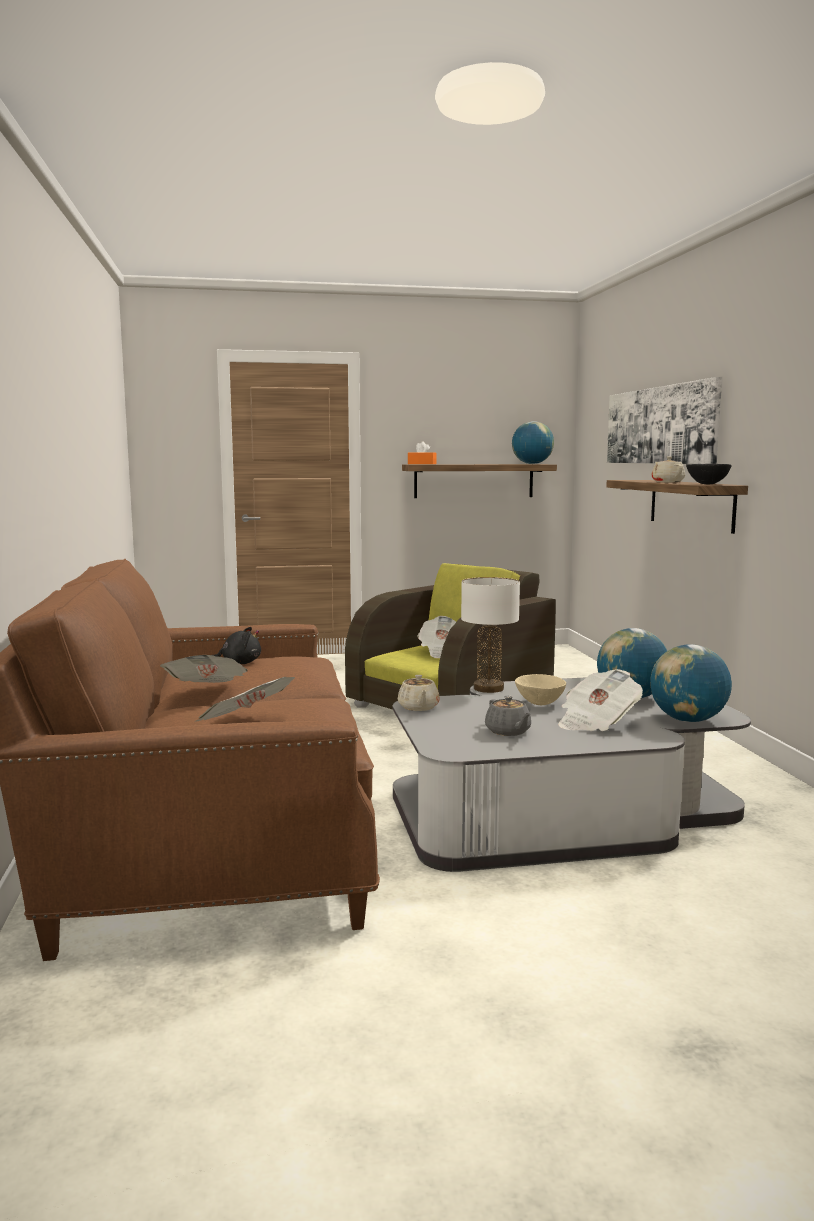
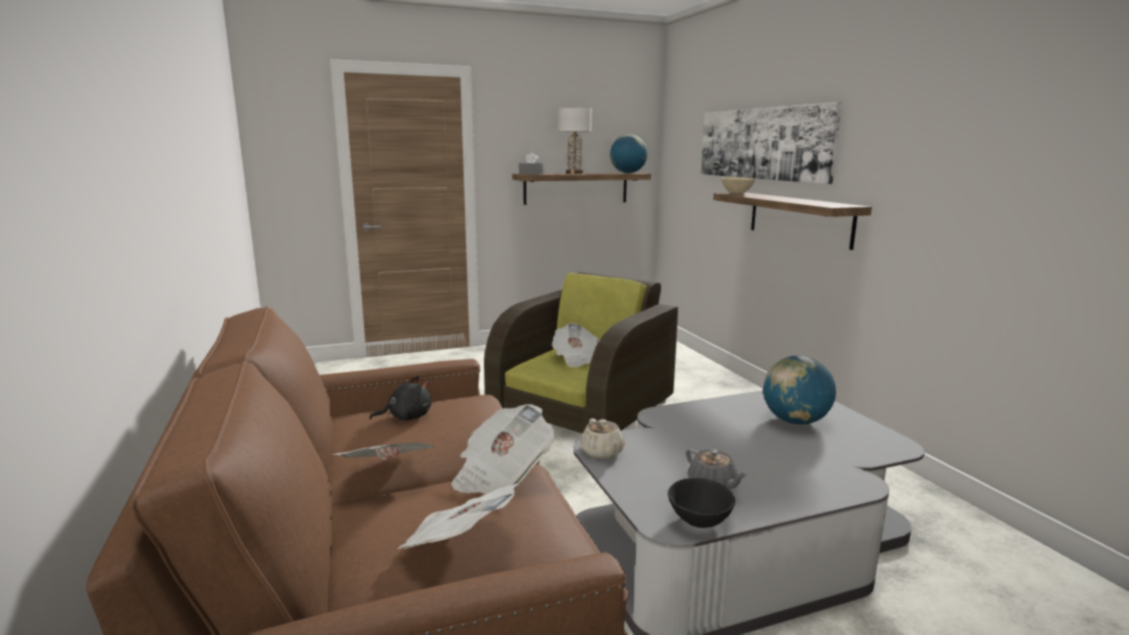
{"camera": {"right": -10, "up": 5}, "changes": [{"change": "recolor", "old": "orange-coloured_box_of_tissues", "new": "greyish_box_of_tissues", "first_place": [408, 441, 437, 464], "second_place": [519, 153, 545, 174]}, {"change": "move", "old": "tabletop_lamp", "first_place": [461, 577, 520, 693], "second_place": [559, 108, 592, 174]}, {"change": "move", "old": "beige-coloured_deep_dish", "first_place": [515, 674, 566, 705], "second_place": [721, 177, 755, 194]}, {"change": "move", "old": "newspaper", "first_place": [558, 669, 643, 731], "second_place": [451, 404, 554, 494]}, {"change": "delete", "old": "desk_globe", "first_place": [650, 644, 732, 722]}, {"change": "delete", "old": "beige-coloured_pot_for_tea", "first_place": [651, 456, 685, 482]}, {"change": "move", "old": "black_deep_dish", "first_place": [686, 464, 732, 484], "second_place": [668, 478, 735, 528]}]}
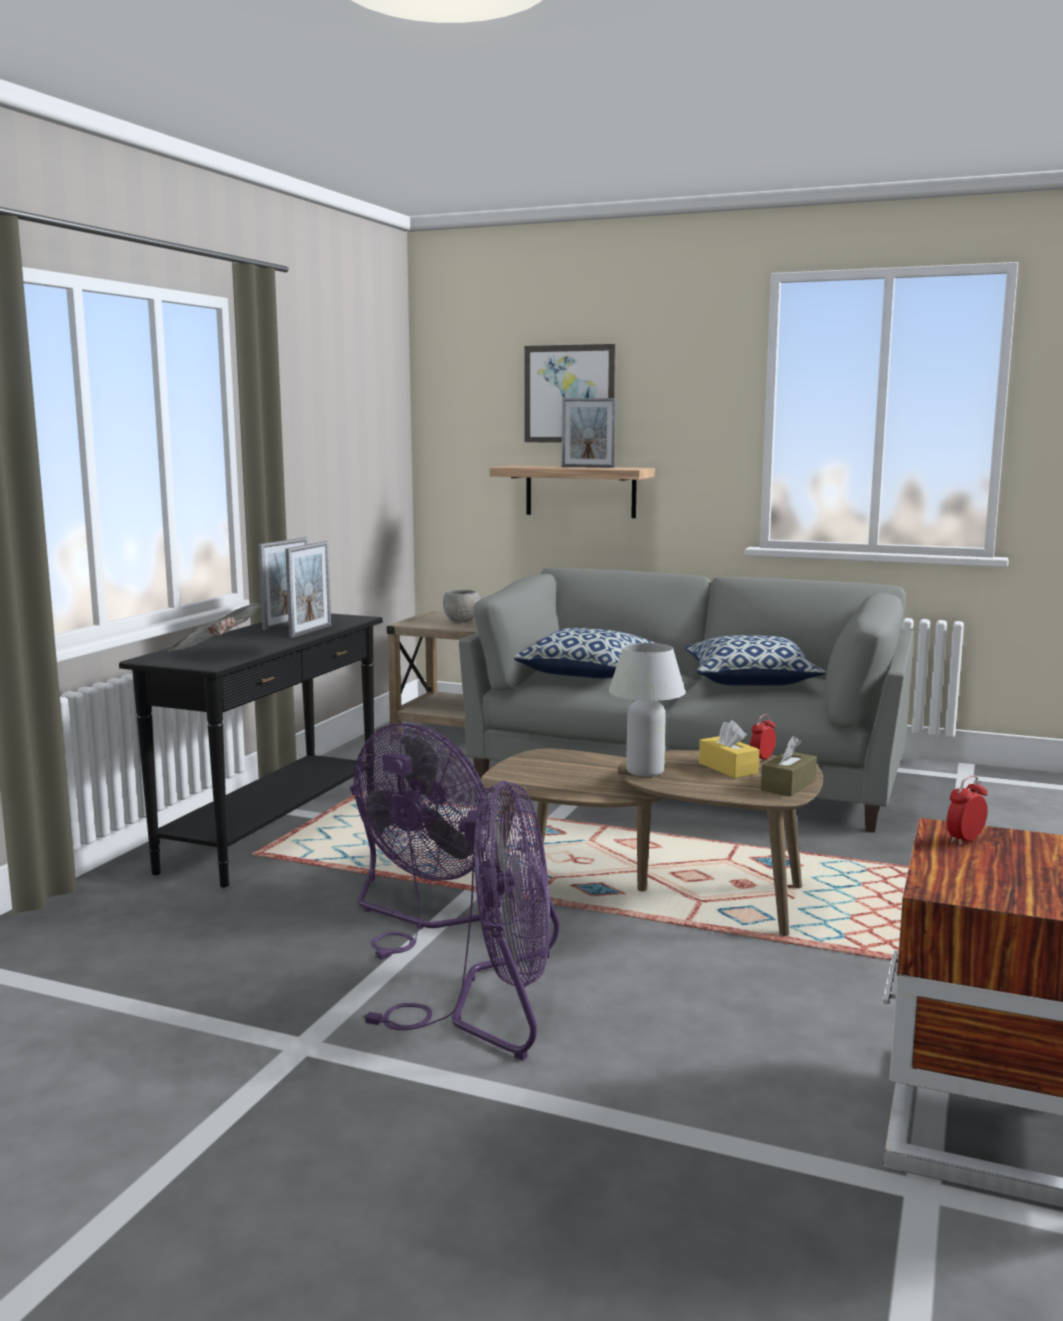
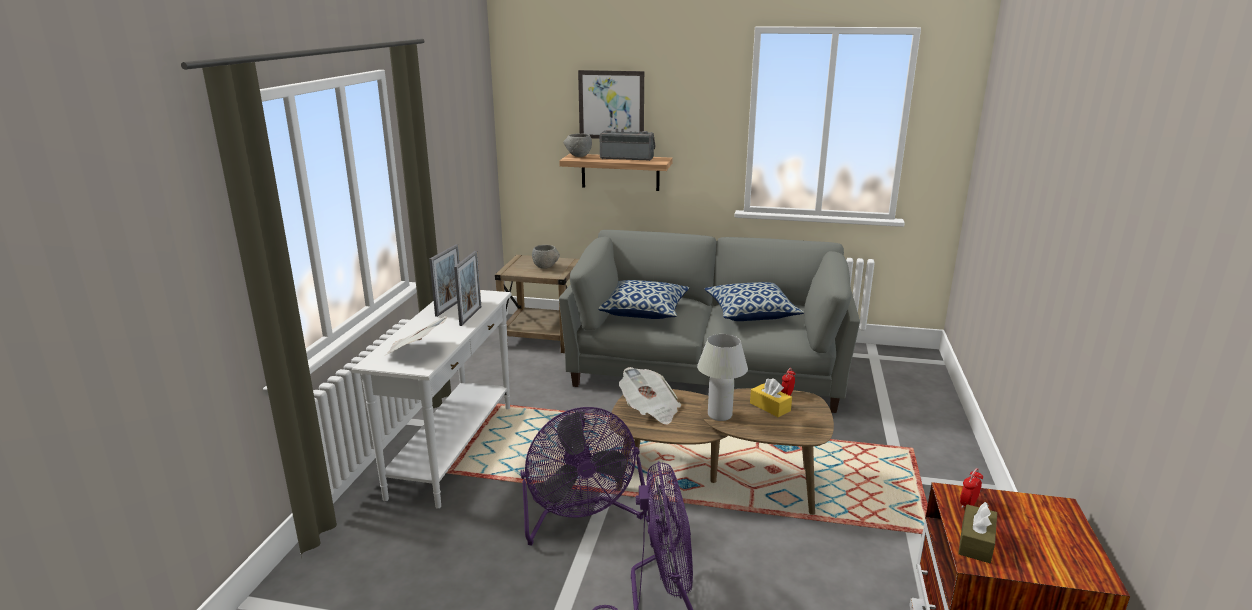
{"camera": {"right": -10, "up": 10}, "changes": [{"change": "recolor", "old": "black_narrow_table", "new": "white-coloured_narrow_table", "first_place": [119, 613, 383, 889], "second_place": [351, 290, 512, 509]}, {"change": "rotate", "old": "purple-coloured_fan", "first_place": [350, 723, 511, 960], "second_place": [520, 407, 647, 545], "degrees": 135}, {"change": "replace", "old": "picture_frame", "new": "radio_receiver", "first_place": [562, 398, 616, 468], "second_place": [599, 128, 655, 161]}, {"change": "move", "old": "brown_box_of_tissues", "first_place": [761, 736, 817, 796], "second_place": [958, 502, 997, 563]}, {"change": "insert", "new": "greyish_deep_dish", "second_place": [564, 133, 592, 157]}, {"change": "insert", "new": "newspaper", "second_place": [619, 367, 681, 424]}]}
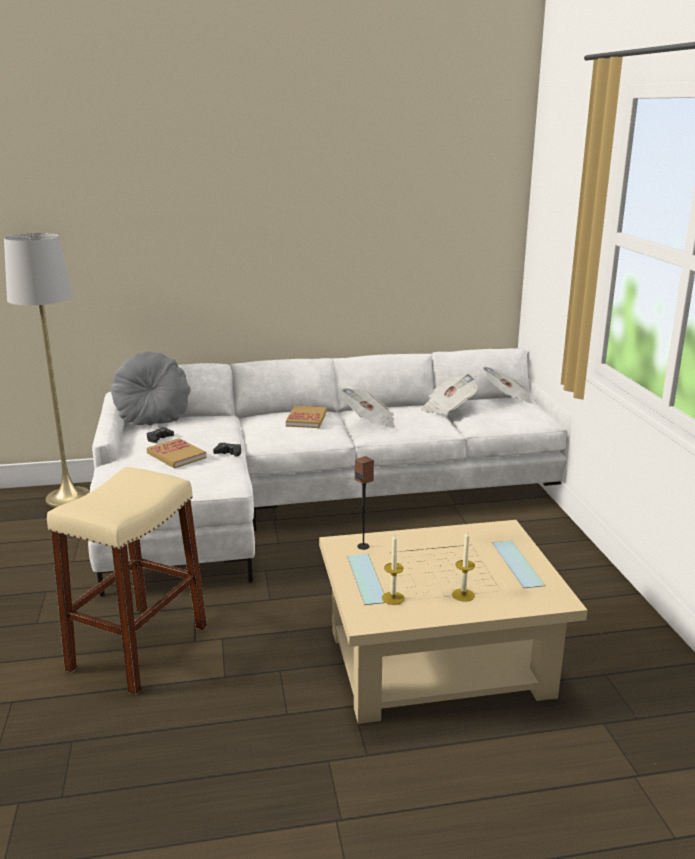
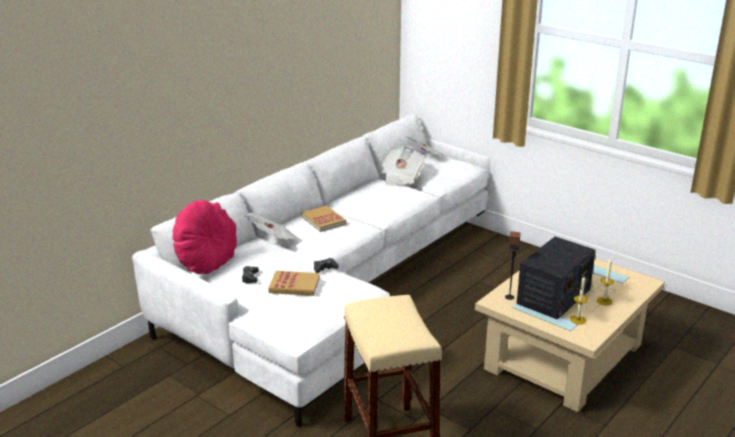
{"camera": {"right": -40, "up": 5}, "changes": [{"change": "delete", "old": "greyish_standing_lamp", "first_place": [4, 233, 90, 507]}, {"change": "recolor", "old": "greyish_throw_pillow", "new": "pink_throw_pillow", "first_place": [111, 352, 190, 426], "second_place": [173, 200, 237, 274]}, {"change": "move", "old": "newspaper", "first_place": [342, 388, 395, 428], "second_place": [244, 213, 300, 240]}, {"change": "insert", "new": "radio_receiver", "second_place": [517, 237, 596, 320]}]}
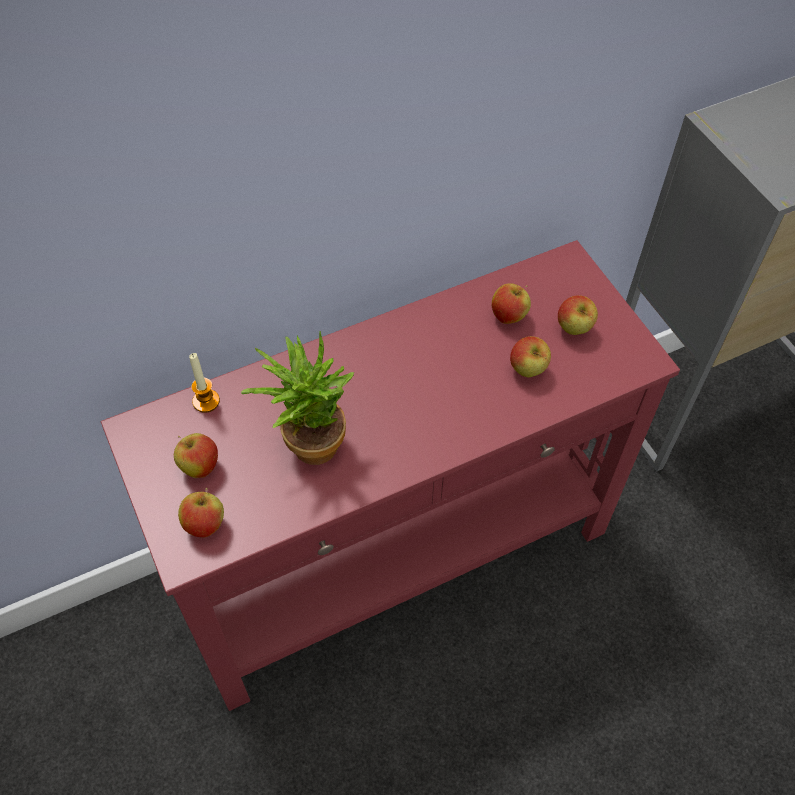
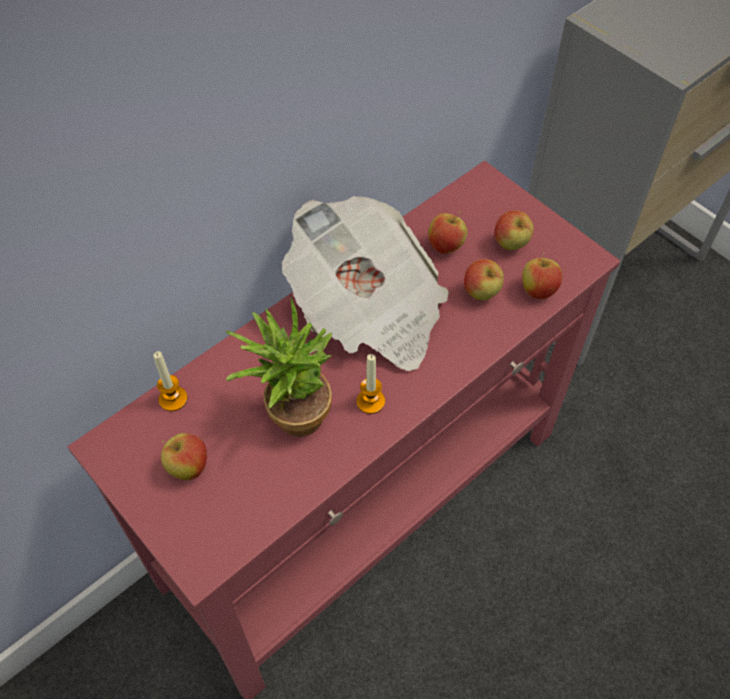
{"camera": {"right": -15, "up": 0}, "changes": [{"change": "move", "old": "whole_apple", "first_place": [178, 488, 224, 537], "second_place": [522, 252, 563, 299]}, {"change": "insert", "new": "newspaper", "second_place": [282, 196, 449, 371]}, {"change": "insert", "new": "wax_candle", "second_place": [357, 354, 385, 414]}]}
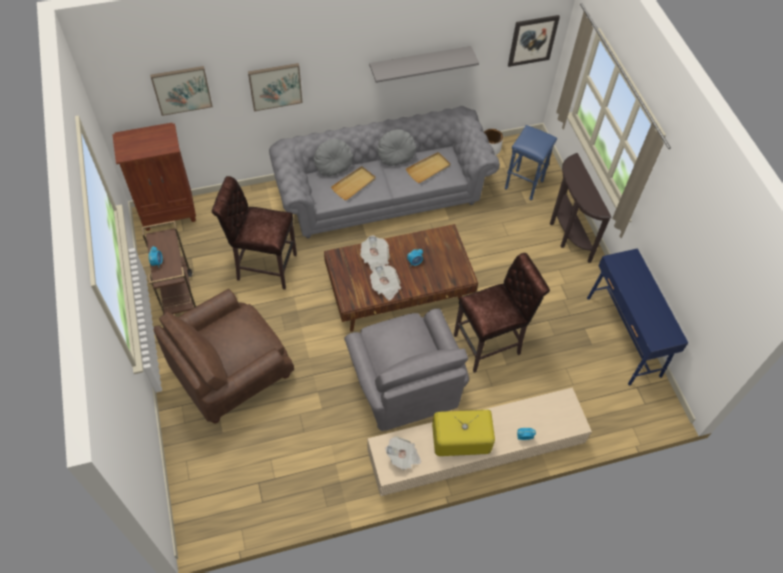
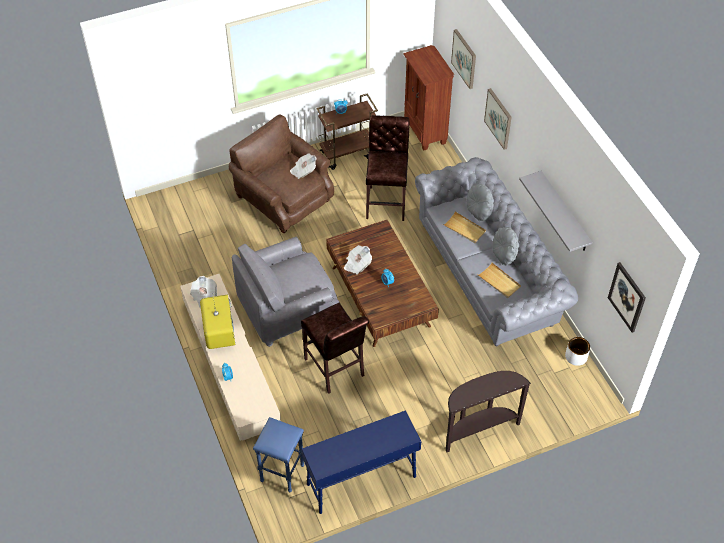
{"camera": {"right": 85, "up": -5}, "changes": [{"change": "move", "old": "newspaper", "first_place": [360, 235, 389, 272], "second_place": [290, 154, 317, 179]}, {"change": "move", "old": "bluish_sitting_stool", "first_place": [505, 125, 557, 200], "second_place": [253, 417, 304, 492]}]}
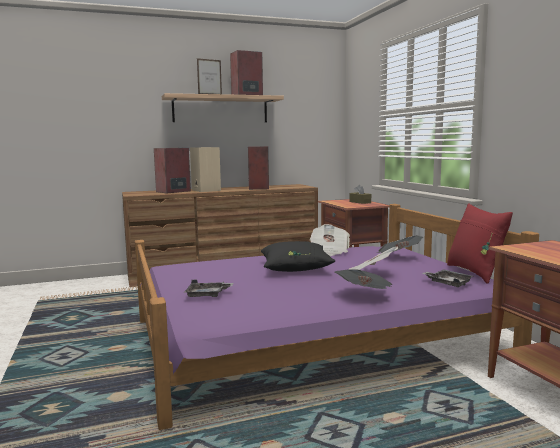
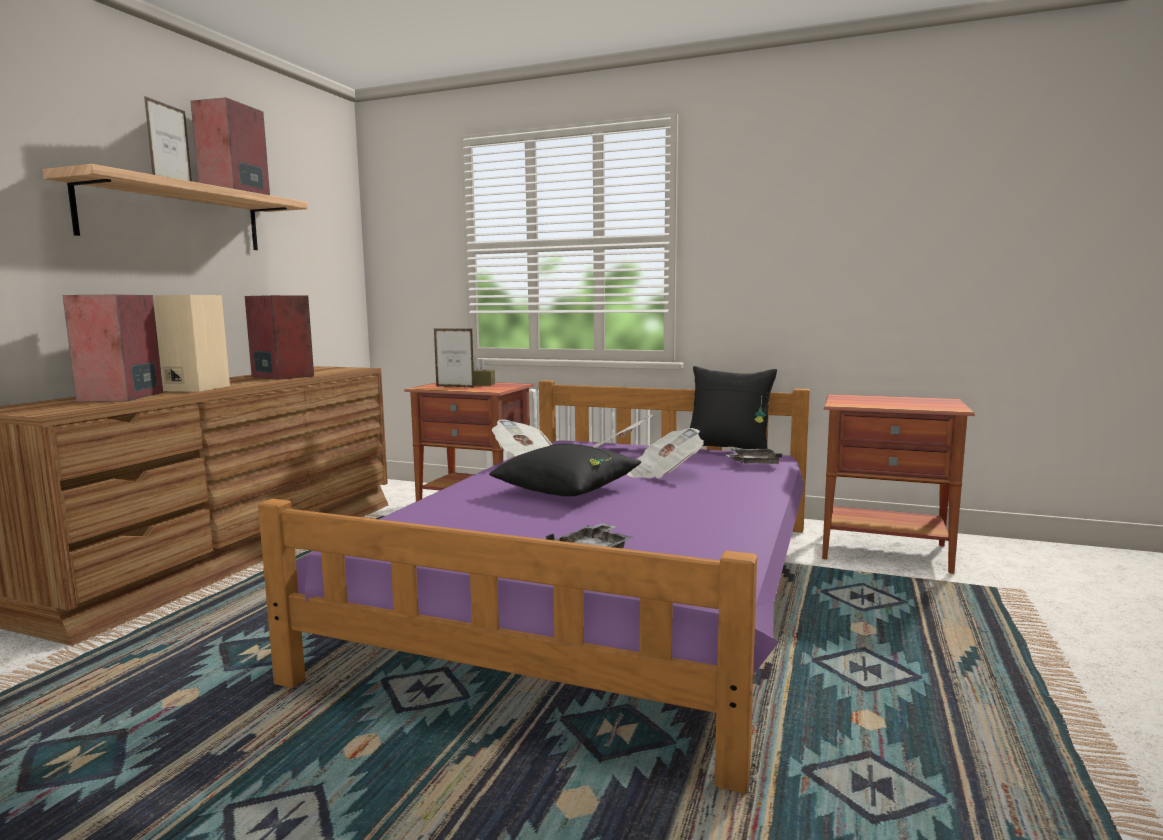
{"camera": {"right": -50, "up": 0}, "changes": [{"change": "delete", "old": "newspaper", "first_place": [335, 269, 392, 289]}, {"change": "recolor", "old": "reddish_throw_pillow", "new": "black_throw_pillow", "first_place": [447, 203, 513, 284], "second_place": [690, 366, 777, 449]}, {"change": "insert", "new": "picture_frame", "second_place": [434, 328, 475, 388]}]}
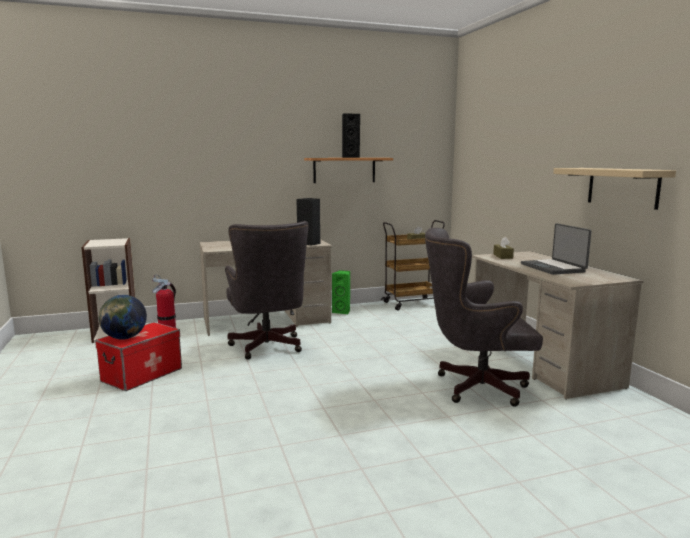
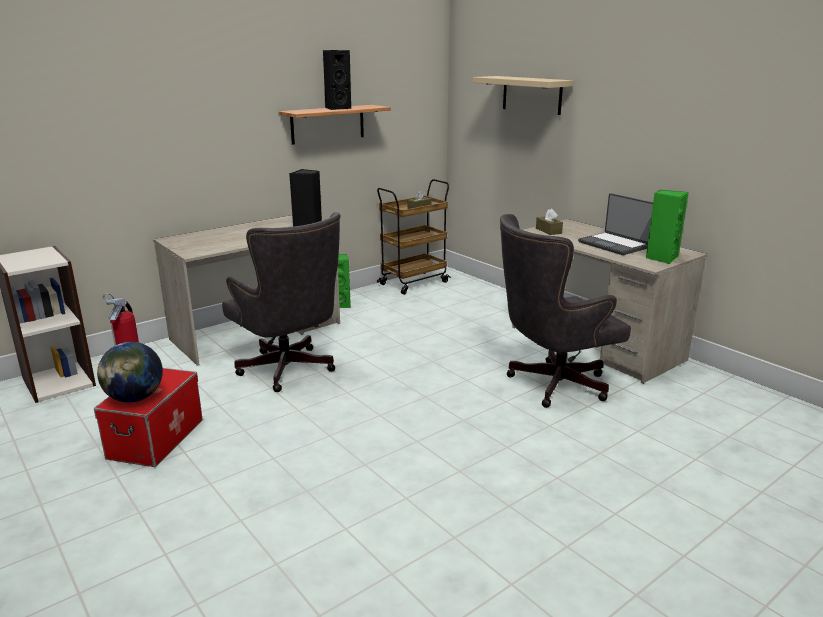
{"camera": {"right": -20, "up": 10}, "changes": [{"change": "move", "old": "beige-coloured_wall_shelf", "first_place": [553, 168, 676, 210], "second_place": [473, 76, 573, 115]}, {"change": "insert", "new": "green-coloured_loudspeaker", "second_place": [646, 190, 689, 264]}]}
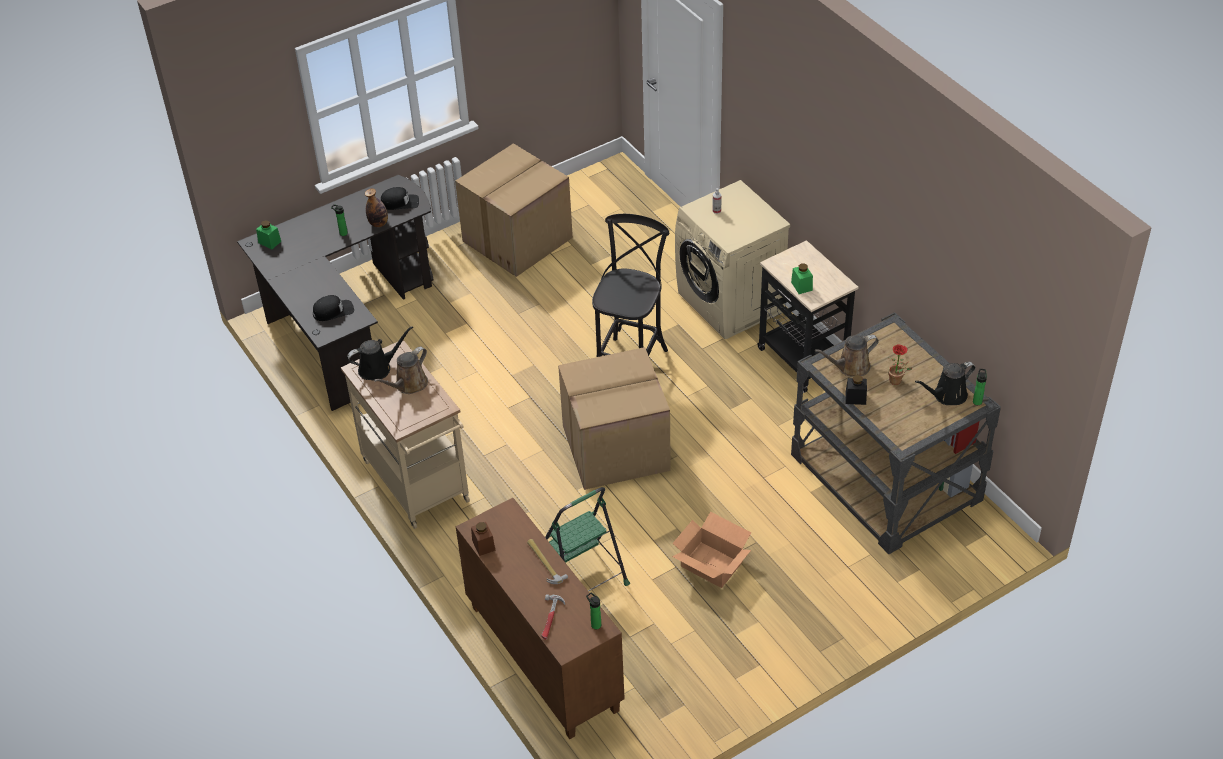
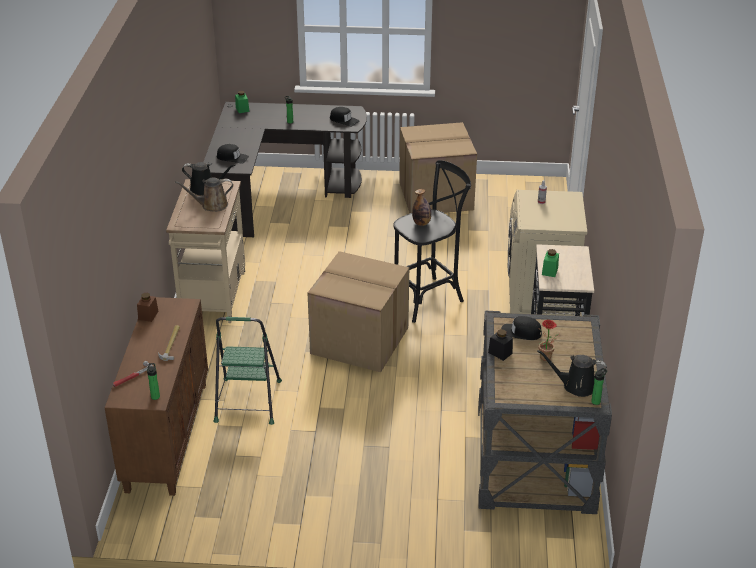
{"camera": {"right": 35, "up": -10}, "changes": [{"change": "move", "old": "bottle", "first_place": [365, 188, 388, 227], "second_place": [412, 189, 431, 226]}, {"change": "delete", "old": "carton", "first_place": [672, 512, 751, 588]}, {"change": "replace", "old": "brown_watering_pot", "new": "black_baseball_cap", "first_place": [815, 335, 879, 377], "second_place": [501, 316, 542, 340]}]}
